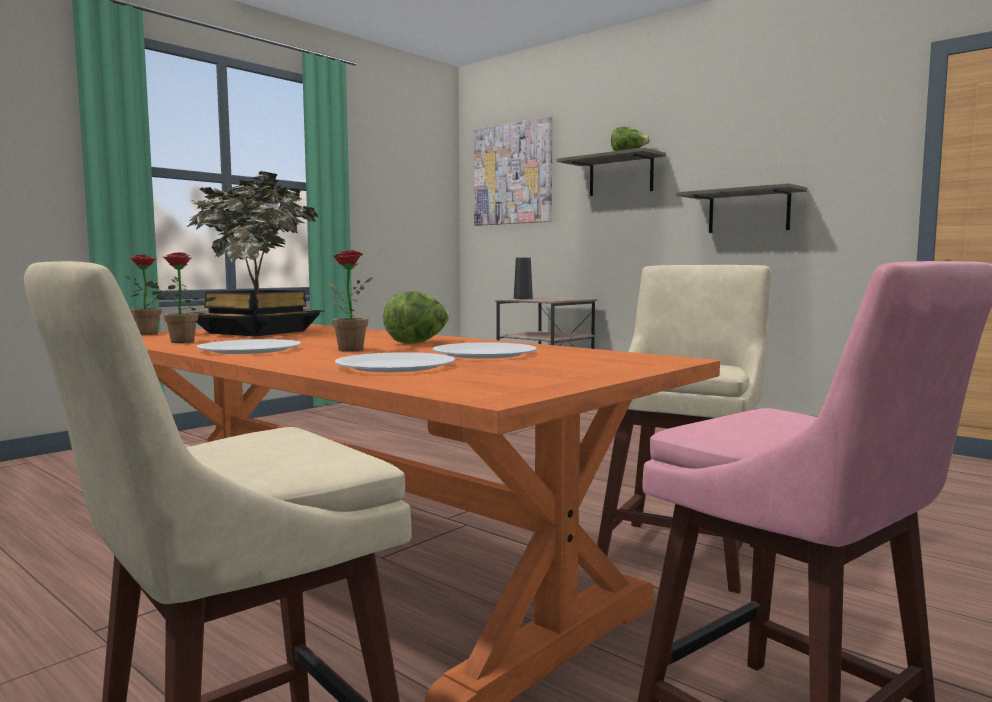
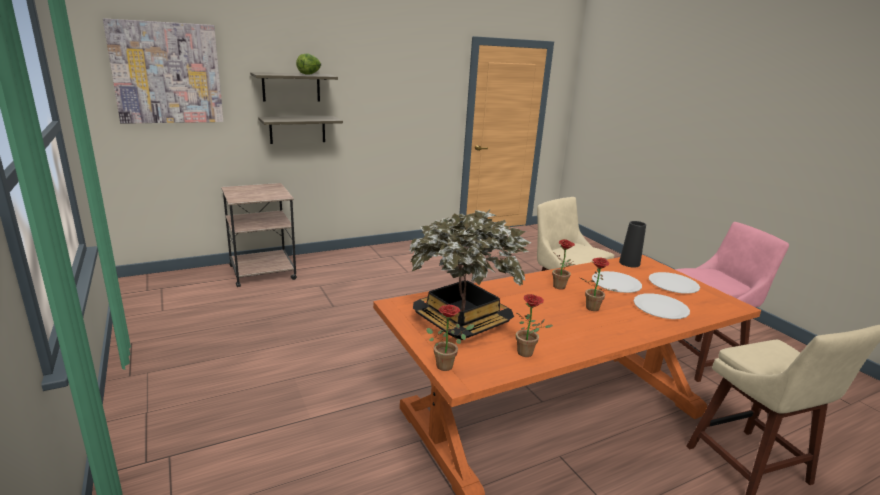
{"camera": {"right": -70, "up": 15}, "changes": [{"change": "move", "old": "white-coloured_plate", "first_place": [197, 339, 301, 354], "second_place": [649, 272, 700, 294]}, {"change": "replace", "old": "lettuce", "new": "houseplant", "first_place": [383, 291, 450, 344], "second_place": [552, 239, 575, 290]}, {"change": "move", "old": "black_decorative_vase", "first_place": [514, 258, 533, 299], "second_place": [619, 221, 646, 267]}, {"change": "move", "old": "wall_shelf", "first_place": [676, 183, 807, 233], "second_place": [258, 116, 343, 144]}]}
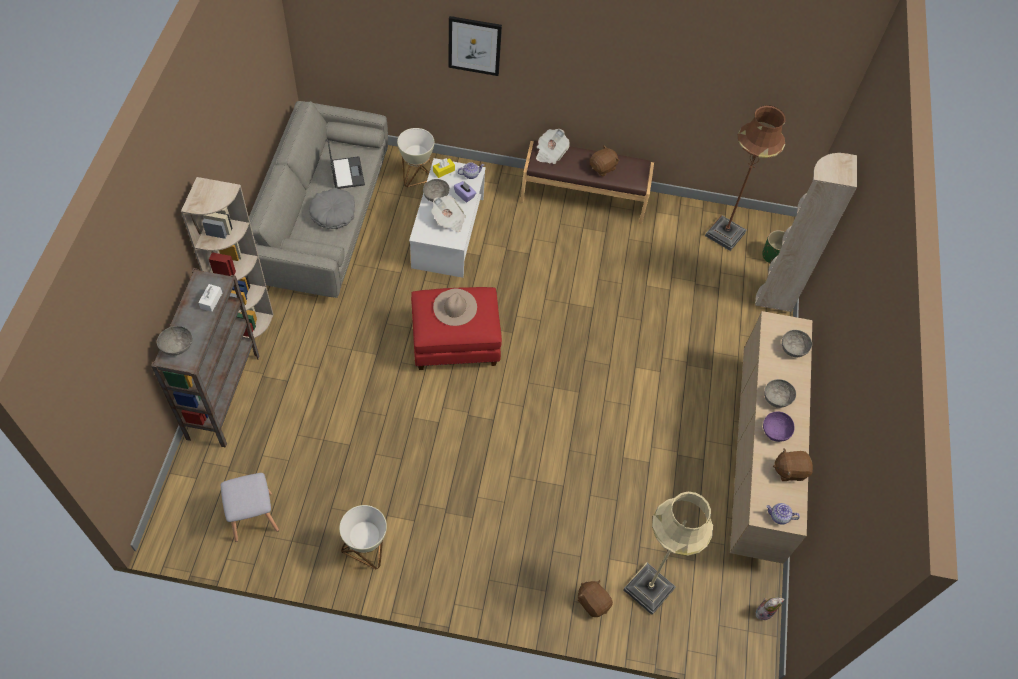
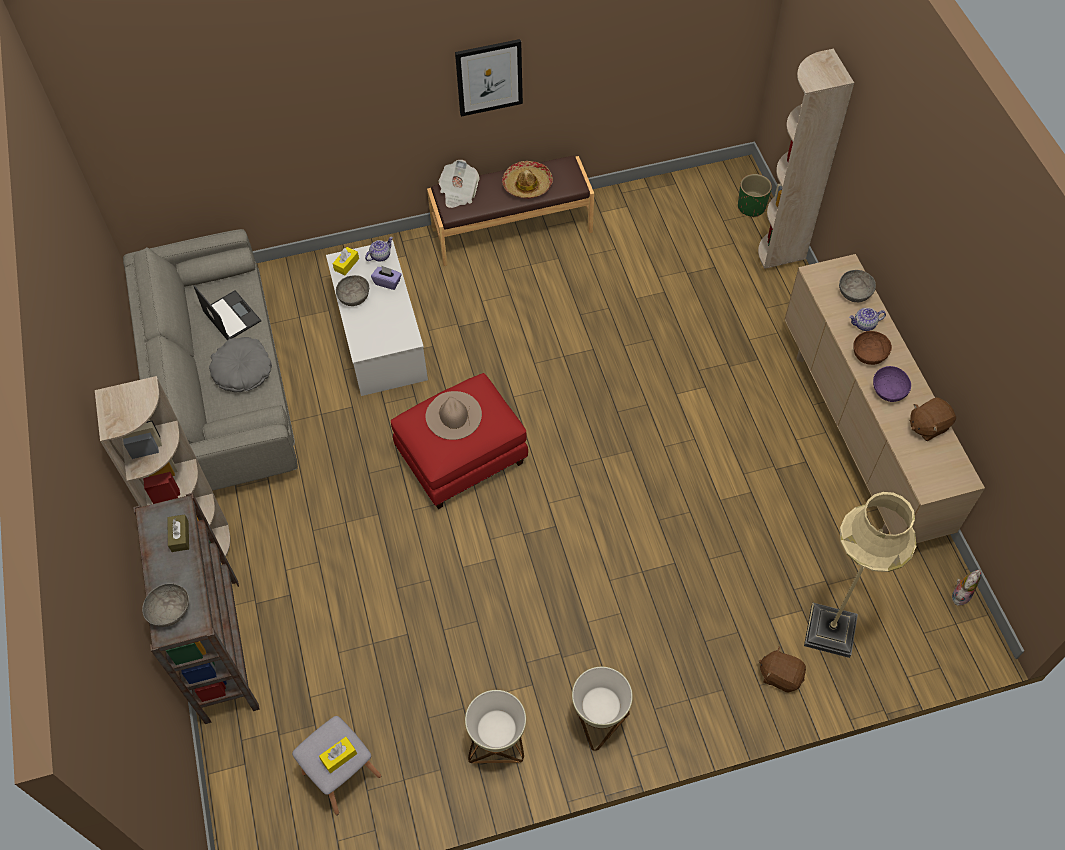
{"camera": {"right": -20, "up": 0}, "changes": [{"change": "recolor", "old": "white-coloured_box_of_tissues", "new": "brown_box_of_tissues", "first_place": [198, 284, 222, 312], "second_place": [167, 514, 189, 552]}, {"change": "move", "old": "flower_pot", "first_place": [397, 128, 434, 187], "second_place": [572, 667, 633, 751]}, {"change": "delete", "old": "newspaper", "first_place": [431, 196, 466, 232]}, {"change": "move", "old": "picture", "first_place": [448, 16, 502, 76], "second_place": [455, 39, 523, 117]}, {"change": "replace", "old": "brown_soft_toy", "new": "clothing_hat", "first_place": [589, 145, 619, 177], "second_place": [502, 161, 553, 199]}, {"change": "delete", "old": "brown_standing_lamp", "first_place": [705, 105, 786, 251]}, {"change": "recolor", "old": "greyish_deep_dish", "new": "brown_deep_dish", "first_place": [764, 379, 796, 408], "second_place": [853, 331, 892, 365]}, {"change": "move", "old": "pot_for_tea", "first_place": [766, 503, 800, 525], "second_place": [849, 308, 886, 331]}, {"change": "insert", "new": "yellow_box_of_tissues", "second_place": [319, 737, 357, 773]}]}
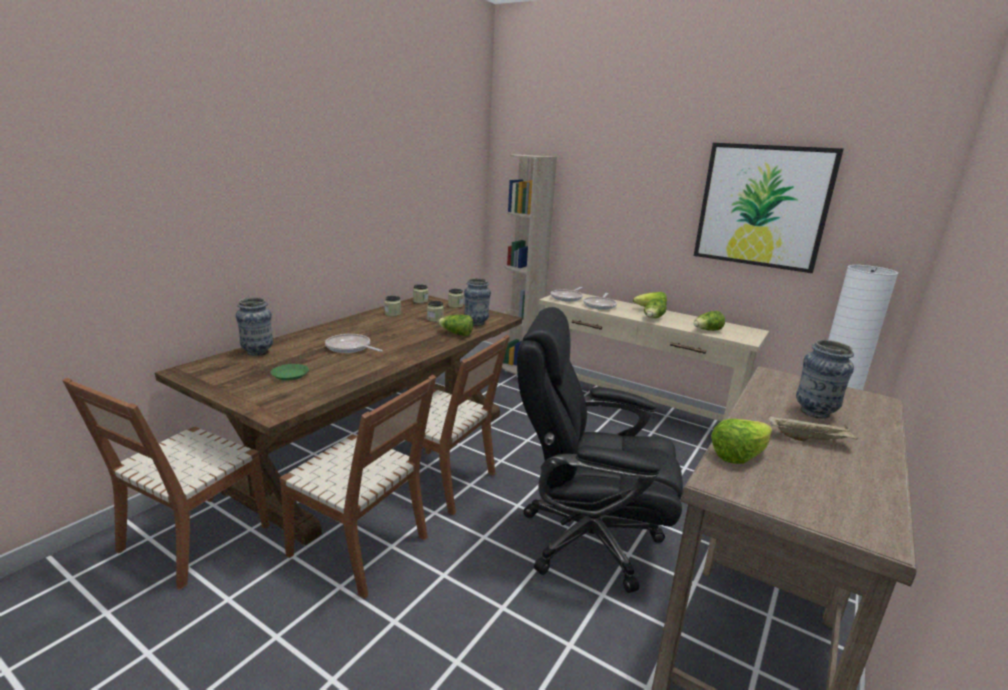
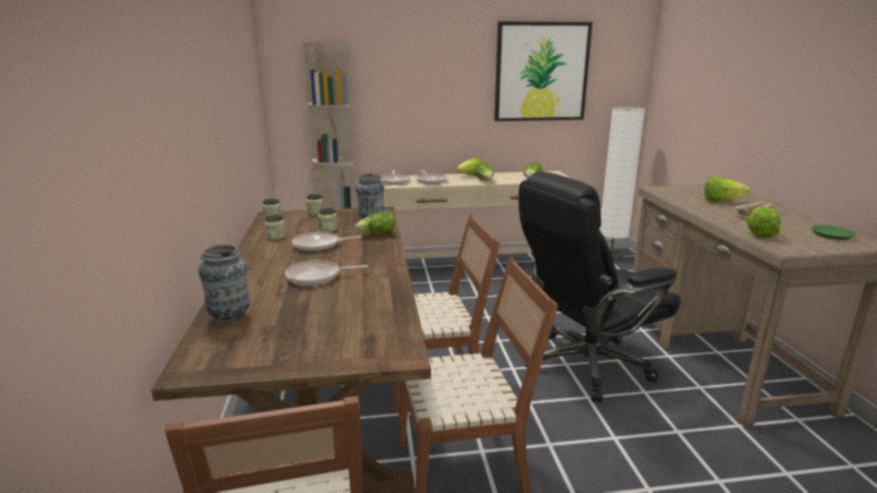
{"camera": {"right": -40, "up": 0}, "changes": [{"change": "move", "old": "green-coloured_plate", "first_place": [271, 364, 309, 380], "second_place": [811, 225, 857, 240]}, {"change": "replace", "old": "decorative_vase", "new": "lettuce", "first_place": [796, 340, 854, 419], "second_place": [704, 176, 750, 202]}, {"change": "insert", "new": "skillet", "second_place": [292, 232, 361, 252]}]}
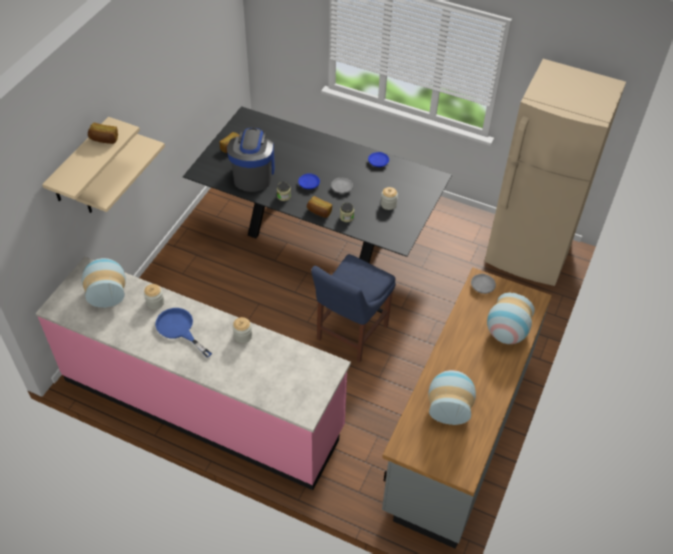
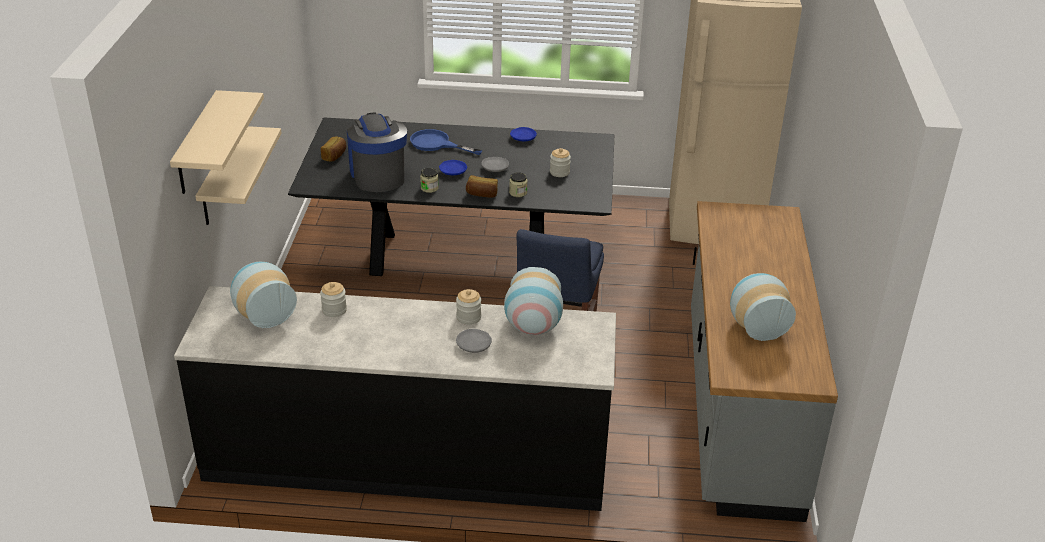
{"camera": {"right": -20, "up": -15}, "changes": [{"change": "recolor", "old": "pink_kitchen_counter", "new": "black_kitchen_counter", "first_place": [36, 257, 351, 490], "second_place": [174, 286, 616, 511]}, {"change": "delete", "old": "bread", "first_place": [88, 123, 118, 144]}, {"change": "move", "old": "bluish_skillet", "first_place": [155, 308, 212, 357], "second_place": [410, 129, 483, 155]}, {"change": "move", "old": "greyish_plate", "first_place": [471, 274, 496, 294], "second_place": [456, 329, 492, 353]}, {"change": "move", "old": "decorative_vase", "first_place": [487, 293, 535, 344], "second_place": [504, 267, 563, 335]}]}
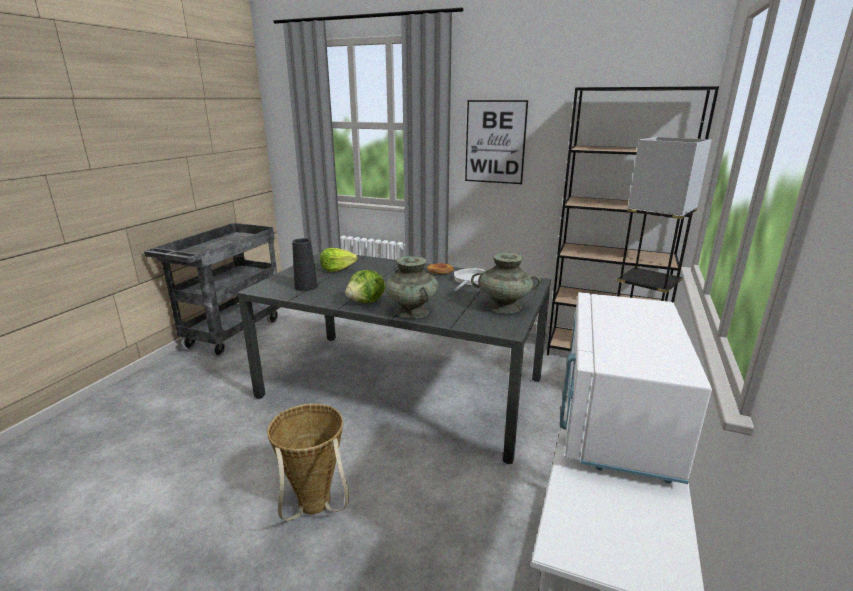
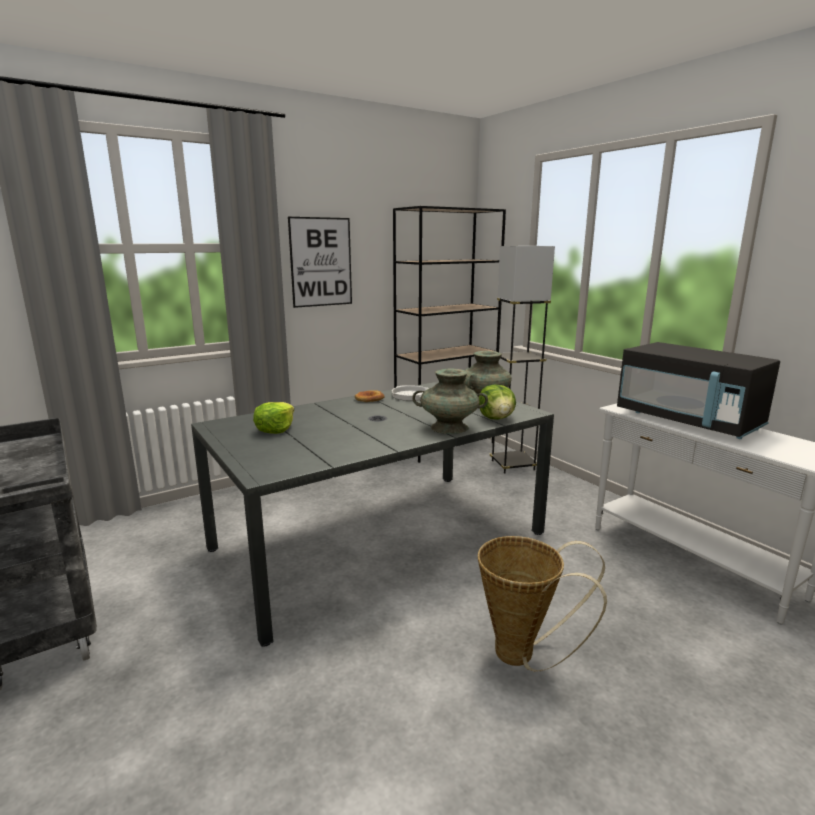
{"camera": {"right": -55, "up": -5}, "changes": [{"change": "delete", "old": "black_decorative_vase", "first_place": [292, 238, 318, 291]}, {"change": "move", "old": "lettuce", "first_place": [345, 270, 385, 303], "second_place": [479, 384, 516, 420]}, {"change": "recolor", "old": "white-coloured_kitchen_microwave", "new": "black_kitchen_microwave", "first_place": [560, 292, 712, 484], "second_place": [617, 342, 780, 439]}]}
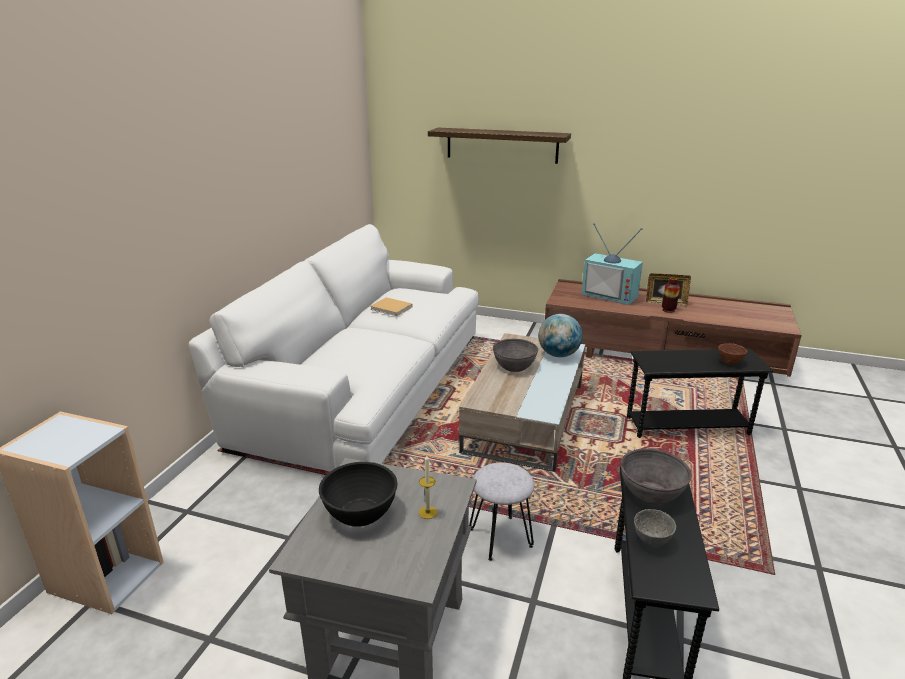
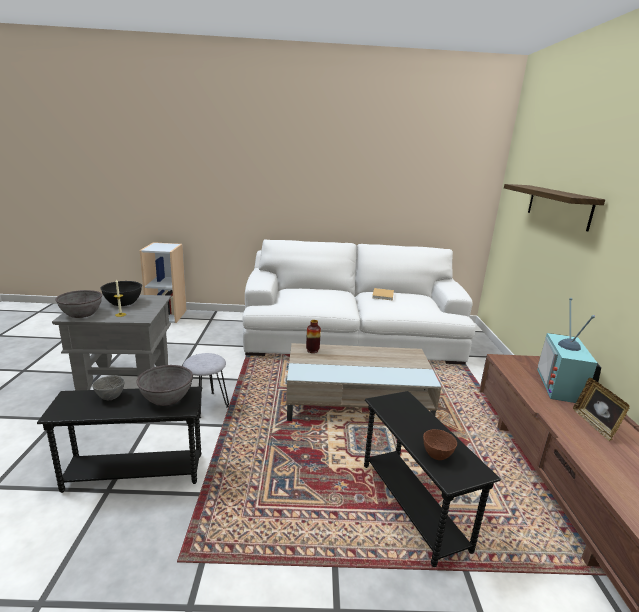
{"camera": {"right": 70, "up": -5}, "changes": [{"change": "move", "old": "greyish_deep_dish", "first_place": [493, 339, 538, 372], "second_place": [55, 290, 102, 318]}, {"change": "delete", "old": "desk_globe", "first_place": [538, 314, 583, 357]}, {"change": "move", "old": "decorative_vase", "first_place": [662, 277, 680, 313], "second_place": [306, 320, 321, 353]}]}
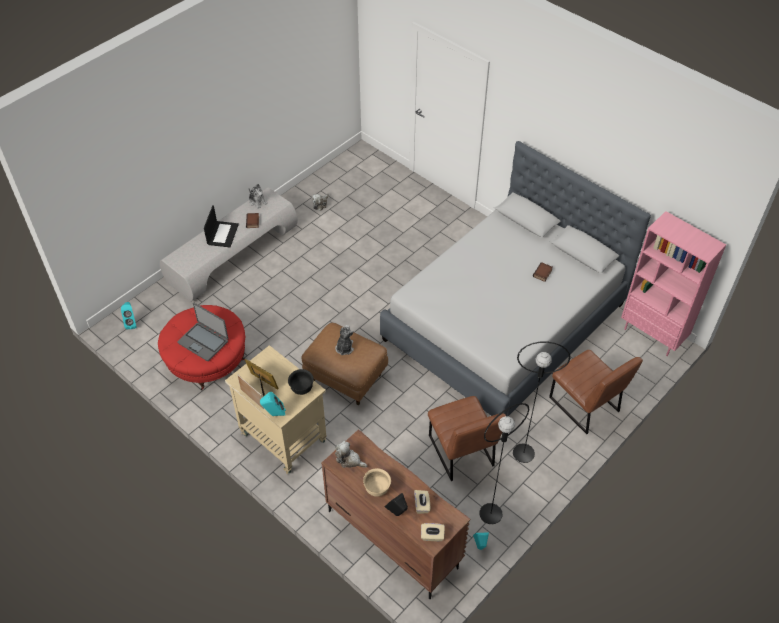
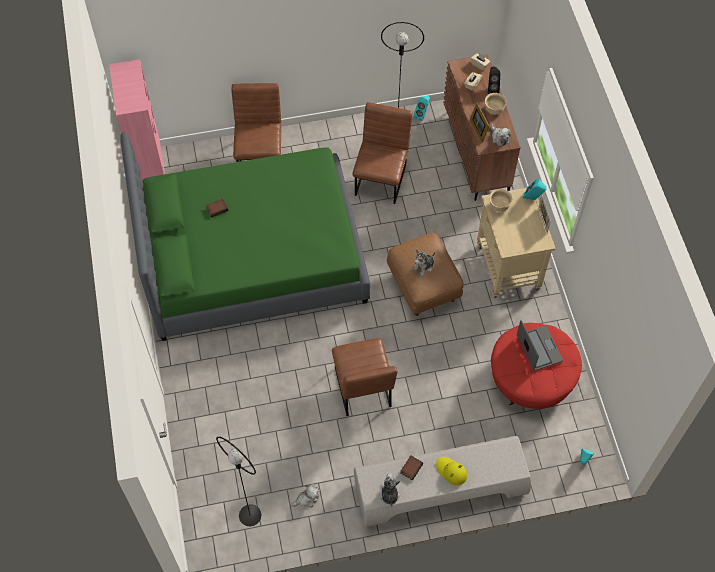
{"camera": {"right": -145, "up": 10}, "changes": [{"change": "replace", "old": "laptop", "new": "yellow_clothing_hat", "first_place": [204, 205, 239, 247], "second_place": [436, 456, 467, 486]}, {"change": "move", "old": "picture_frame", "first_place": [245, 359, 279, 396], "second_place": [470, 103, 489, 142]}, {"change": "recolor", "old": "black_deep_dish", "new": "beige-coloured_deep_dish", "first_place": [288, 369, 314, 395], "second_place": [489, 189, 513, 212]}, {"change": "recolor", "old": "greyish_sleeping_bed", "new": "green-coloured_sleeping_bed", "first_place": [380, 141, 651, 416], "second_place": [120, 132, 370, 341]}, {"change": "move", "old": "black_standing_lamp", "first_place": [513, 342, 571, 463], "second_place": [216, 437, 261, 527]}, {"change": "insert", "new": "brown_plain_chair", "second_place": [332, 338, 397, 416]}]}
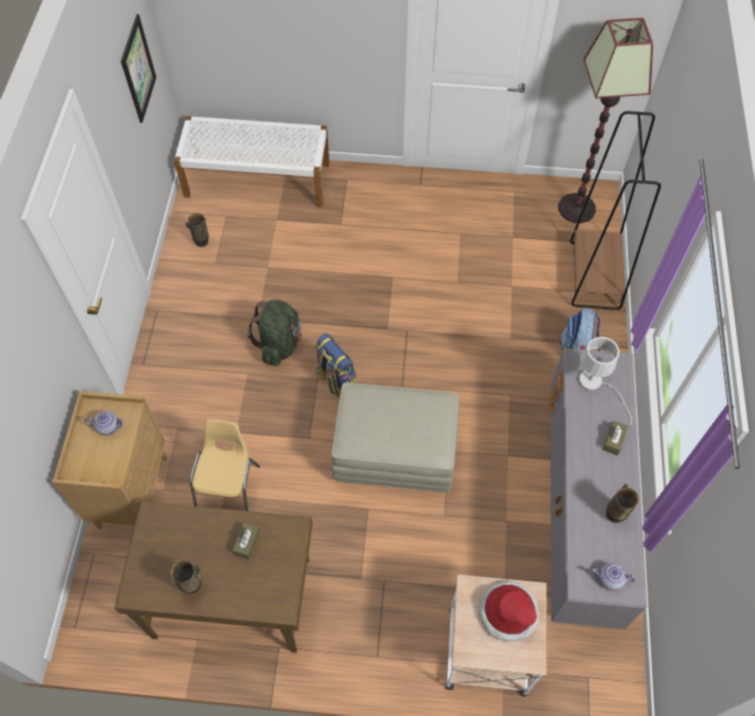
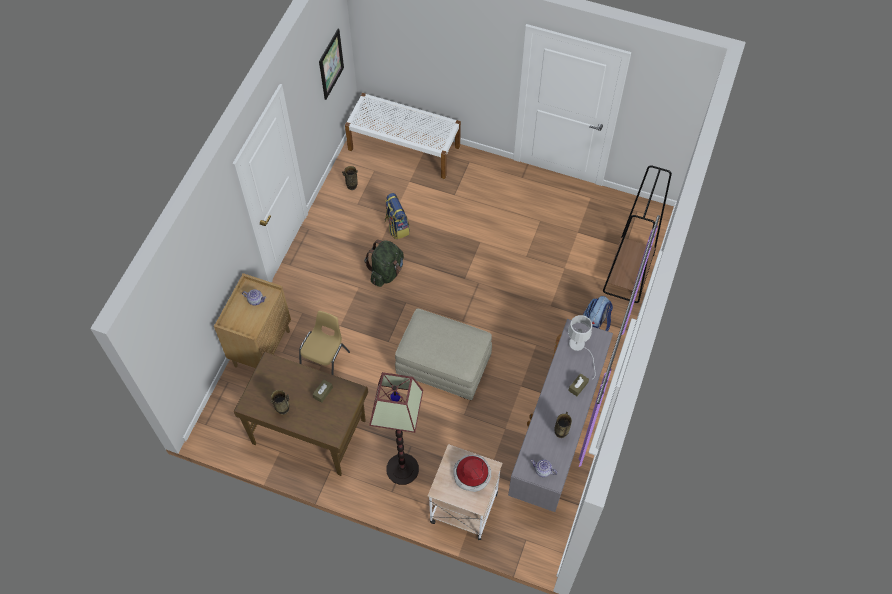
{"camera": {"right": 15, "up": 0}, "changes": [{"change": "move", "old": "rucksack", "first_place": [315, 333, 357, 397], "second_place": [384, 193, 410, 240]}, {"change": "move", "old": "standing_lamp", "first_place": [559, 18, 653, 223], "second_place": [369, 372, 423, 485]}]}
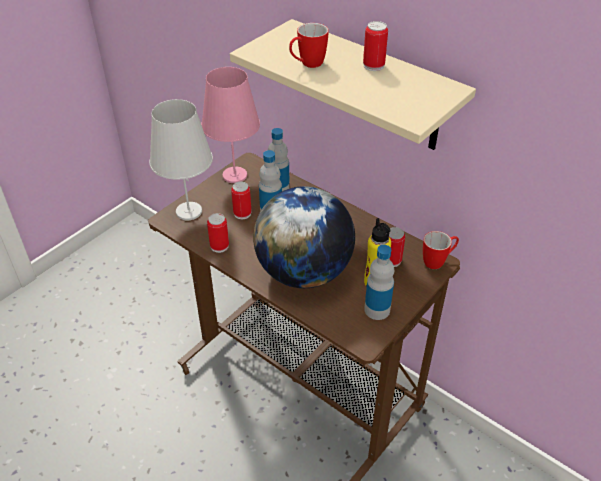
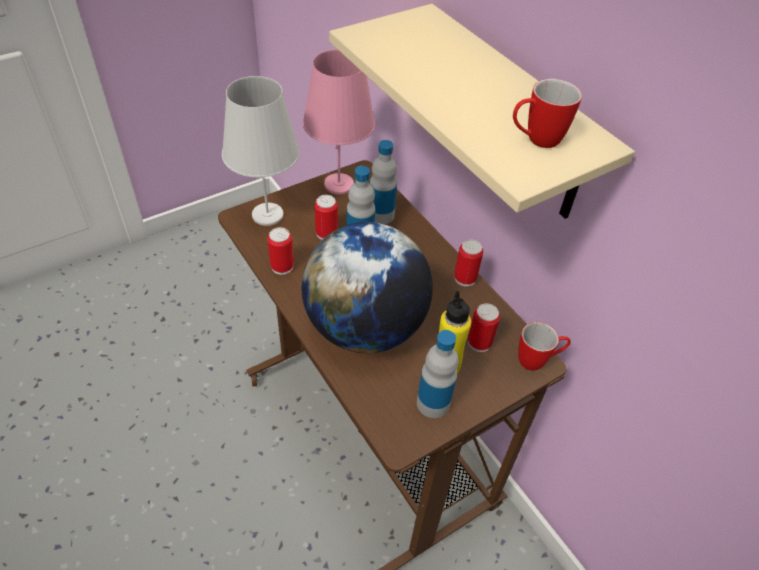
{"camera": {"right": 15, "up": 5}, "changes": [{"change": "move", "old": "tea_mug", "first_place": [289, 23, 329, 68], "second_place": [513, 79, 582, 148]}, {"change": "move", "old": "metal_can", "first_place": [363, 21, 388, 71], "second_place": [454, 240, 483, 287]}]}
